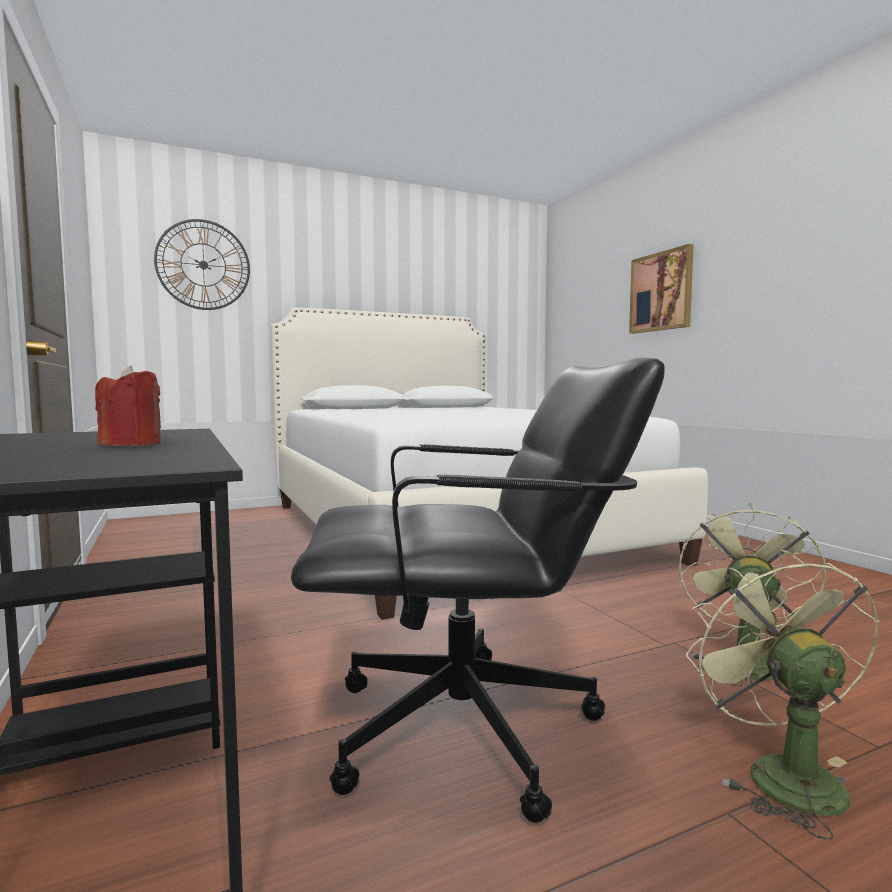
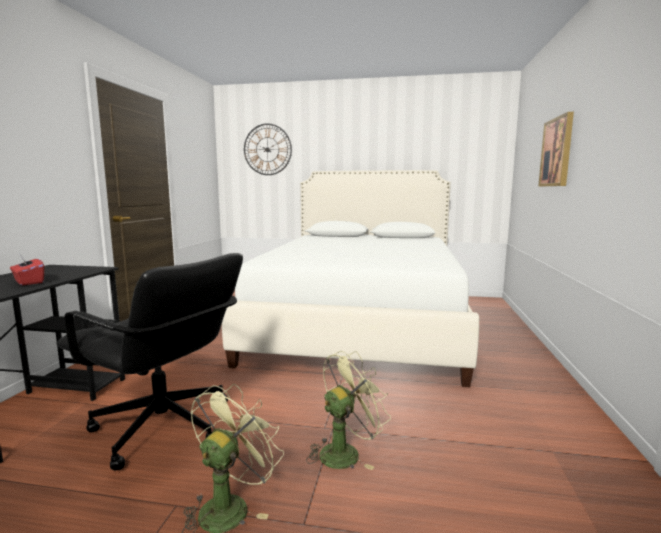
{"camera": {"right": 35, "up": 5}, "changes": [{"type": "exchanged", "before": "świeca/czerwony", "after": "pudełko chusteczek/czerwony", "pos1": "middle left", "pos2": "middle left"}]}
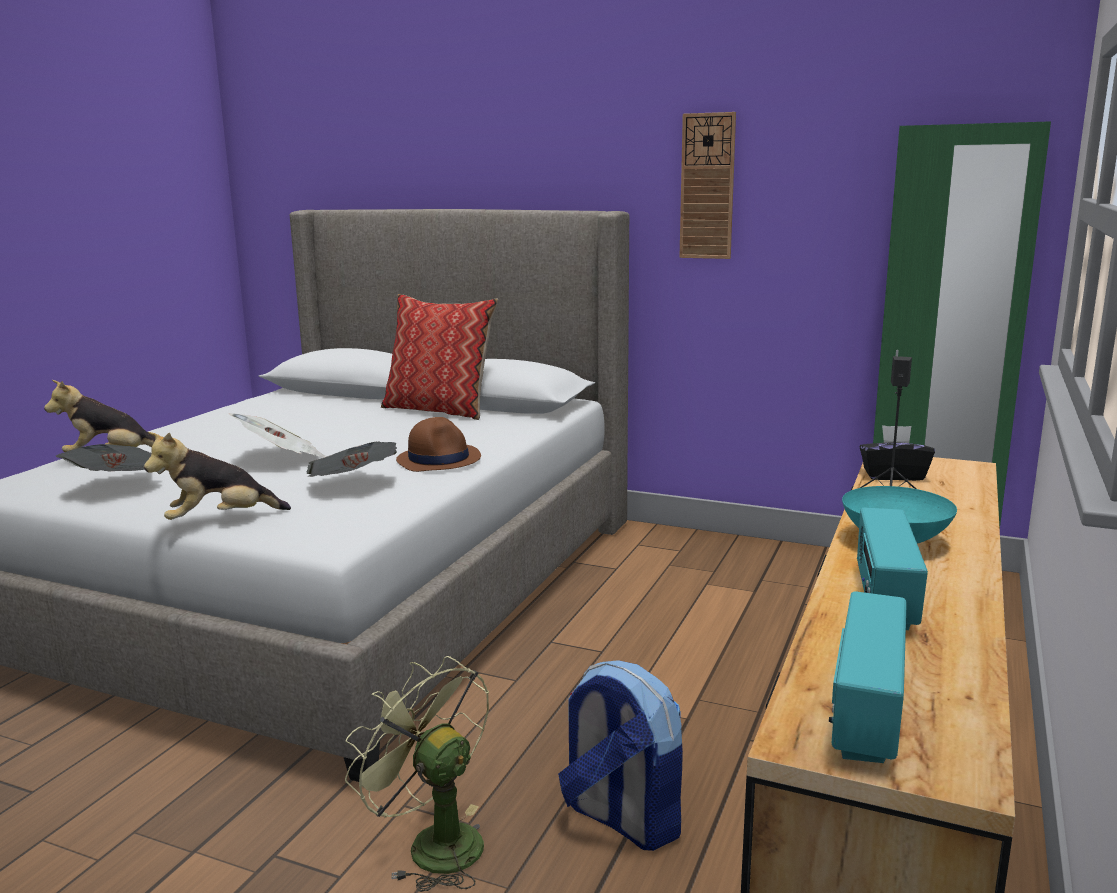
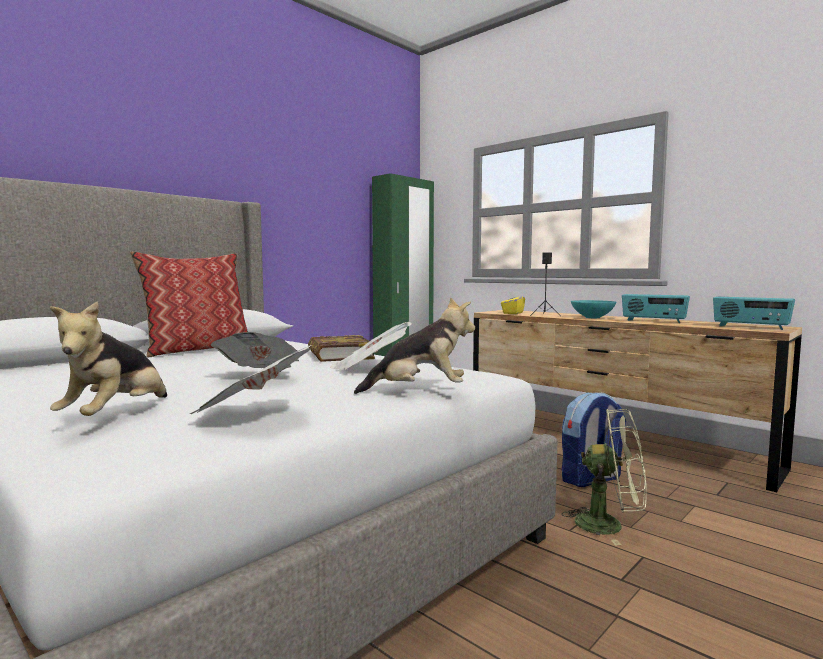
{"camera": {"right": -70, "up": -10}, "changes": [{"type": "exchanged", "before": "kapelusz/brązowy", "after": "książka", "pos1": "centre", "pos2": "centre"}, {"type": "spun", "before": "pluszak (no. 2 from left)", "pos1": "middle left", "pos2": "centre", "turn": -90}, {"type": "colour", "before": "pudełko chusteczek/czarny", "after": "pudełko chusteczek/żółty", "pos1": "middle right", "pos2": "centre"}, {"type": "spun", "before": "wentylator/zielony", "pos1": "bottom centre", "pos2": "bottom right", "turn": -135}, {"type": "missing", "before": "zegar ścienny", "pos1": "top centre"}]}
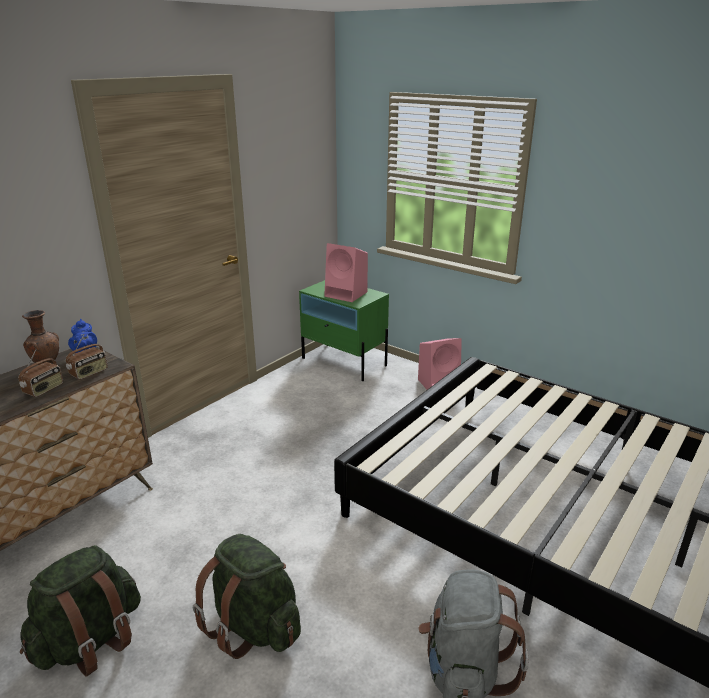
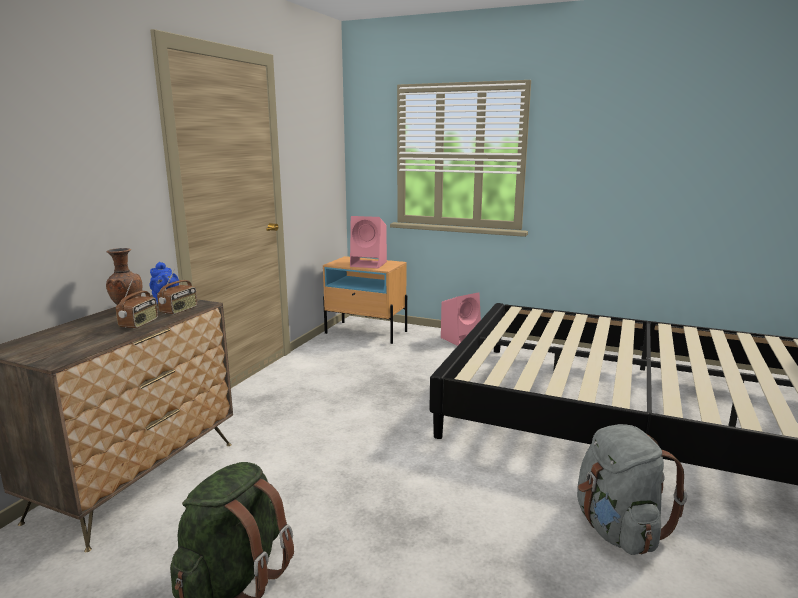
{"camera": {"right": -15, "up": -10}, "changes": [{"type": "colour", "before": "szafka nocna/zielony", "after": "szafka nocna/beżowy", "pos1": "centre", "pos2": "centre"}, {"type": "missing", "before": "plecak/zielony (no. 2 from left)", "pos1": "bottom centre"}]}
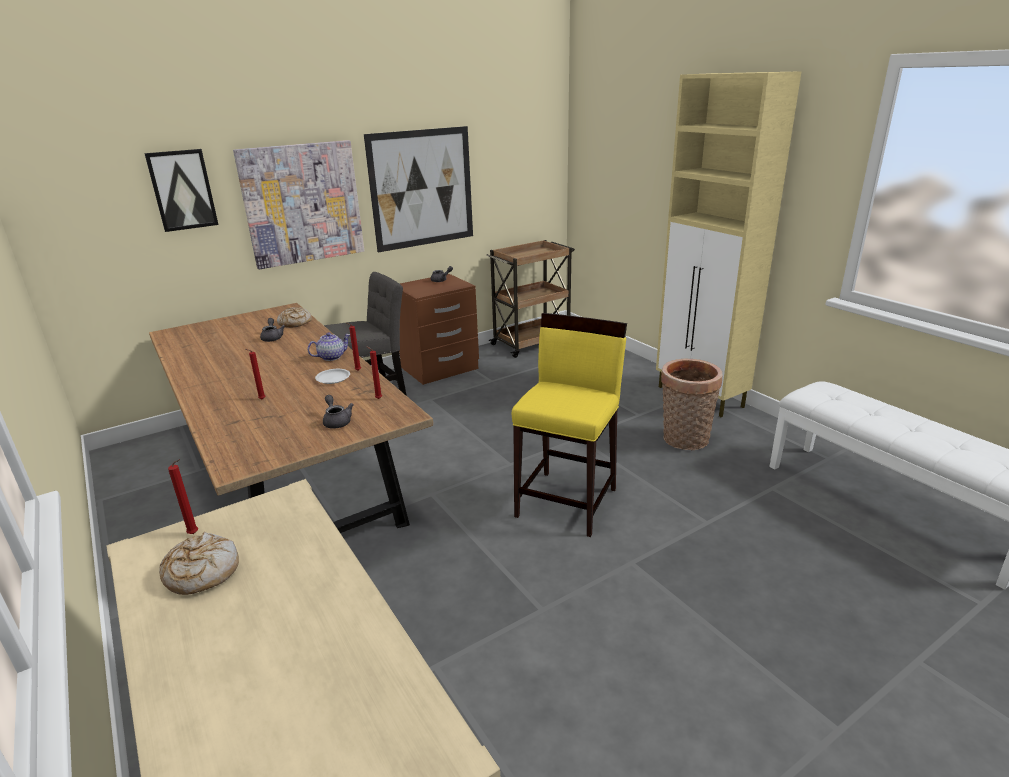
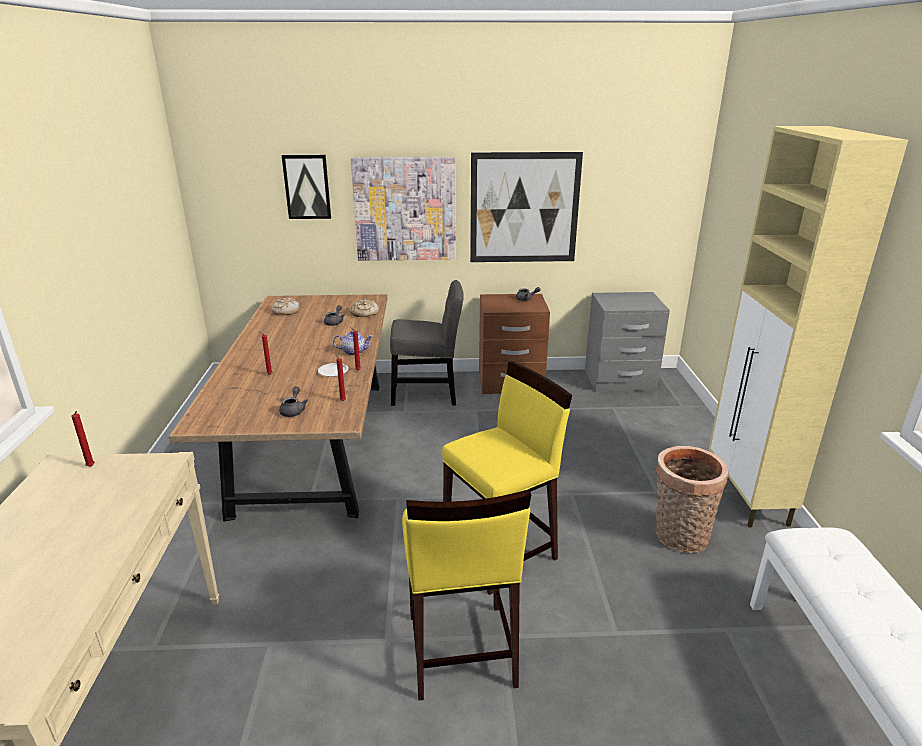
{"camera": {"right": 30, "up": 0}, "changes": [{"type": "relocated", "before": "chleb (no. 1 from left)", "pos1": "bottom left", "pos2": "middle left"}, {"type": "appeared", "after": "stołek/żółty (no. 1 from left)", "pos2": "bottom centre"}, {"type": "exchanged", "before": "wózek/brązowy", "after": "szafka nocna/szary", "pos1": "centre", "pos2": "middle right"}]}
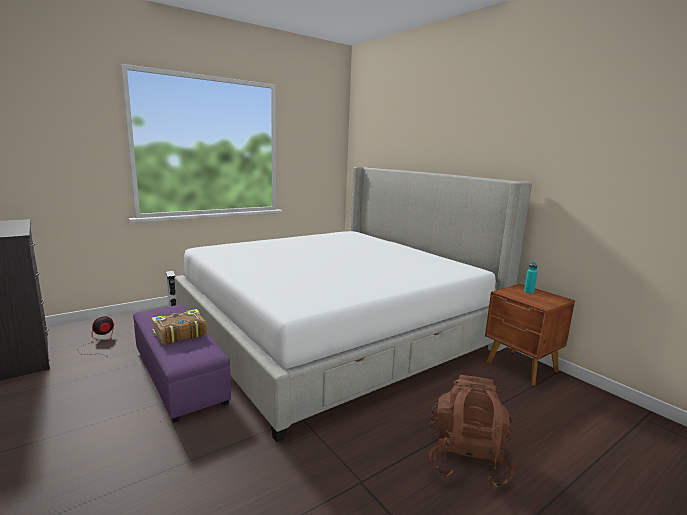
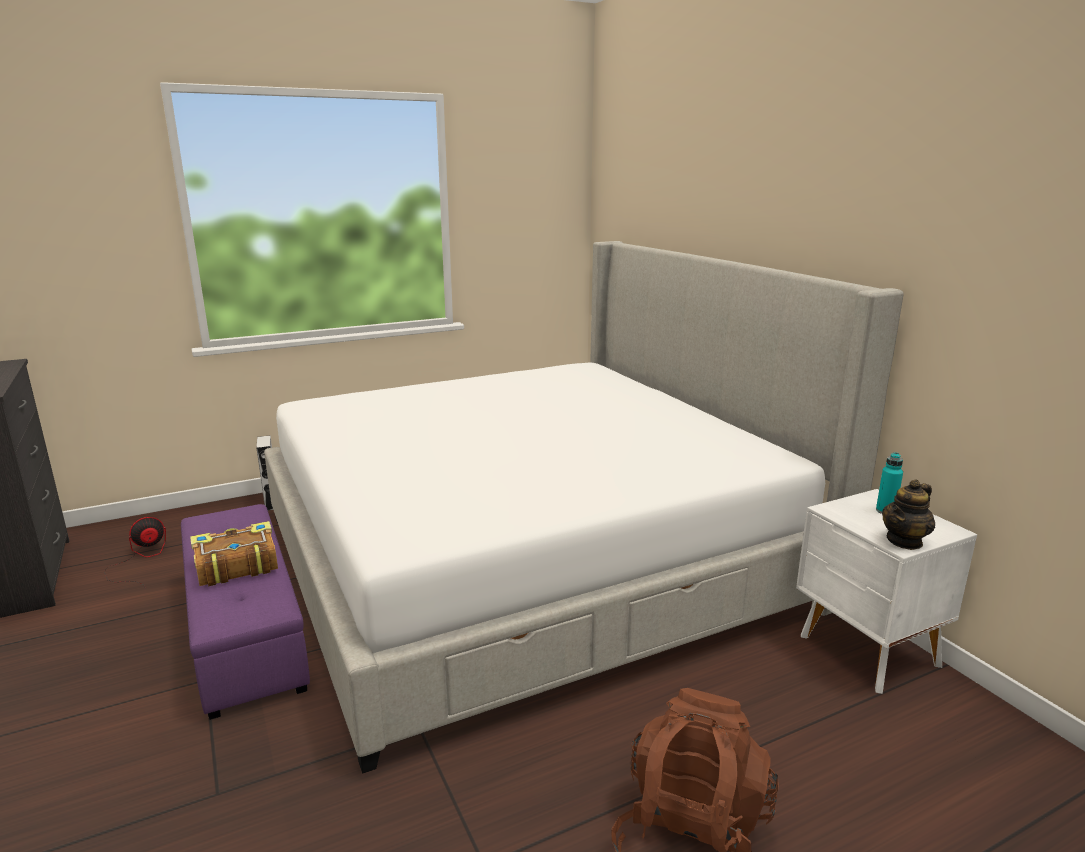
{"camera": {"right": 10, "up": 5}, "changes": [{"type": "colour", "before": "szafka nocna/brązowy", "after": "szafka nocna/biały", "pos1": "middle right", "pos2": "bottom right"}, {"type": "appeared", "after": "imbryk", "pos2": "middle right"}]}
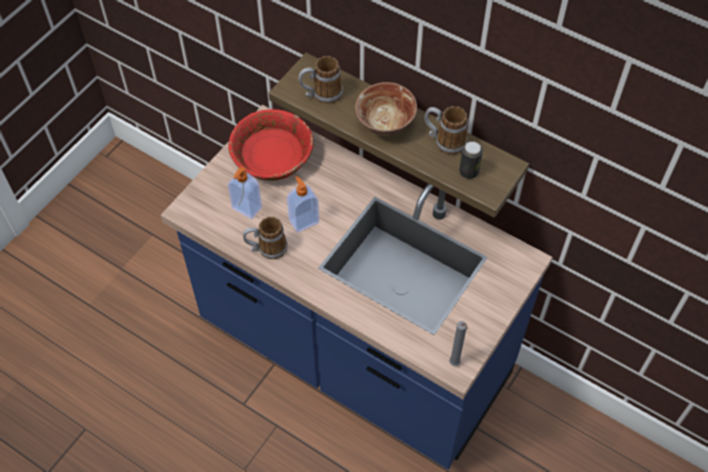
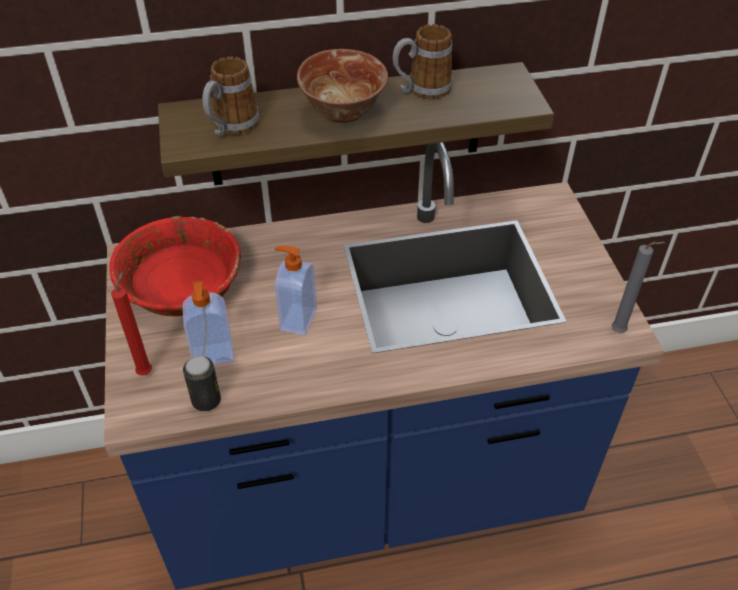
{"camera": {"right": -45, "up": -10}, "changes": [{"type": "appeared", "after": "świeca/czerwony", "pos2": "middle left"}, {"type": "relocated", "before": "puszka", "pos1": "centre", "pos2": "middle left"}, {"type": "missing", "before": "kubek (no. 1 from left)", "pos1": "centre"}]}
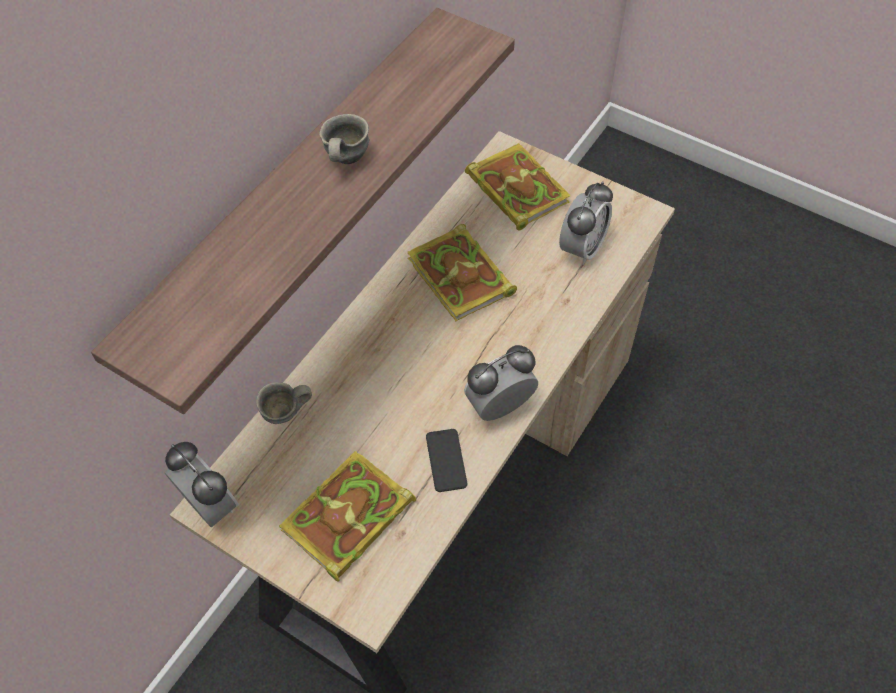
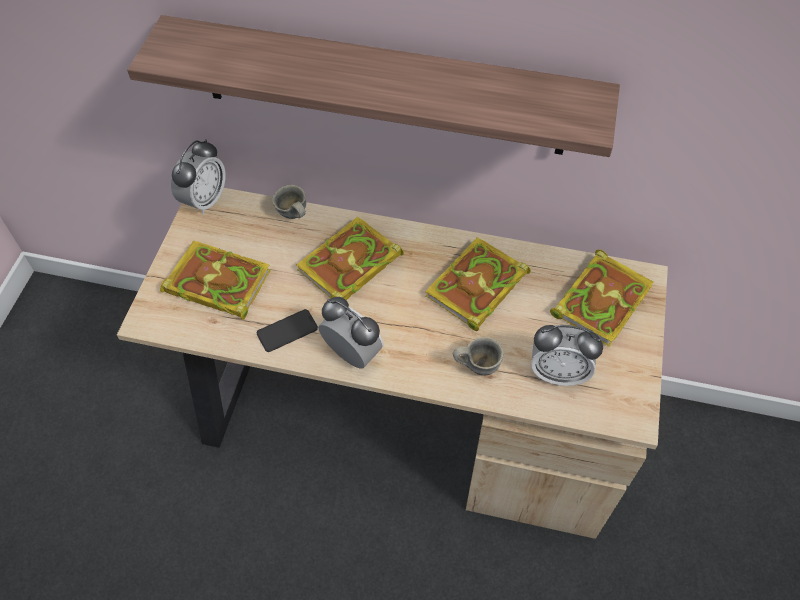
{"camera": {"right": 70, "up": 0}, "changes": [{"type": "appeared", "after": "książka (no. 2 from left)", "pos2": "centre"}, {"type": "relocated", "before": "kubek/szary (no. 2 from left)", "pos1": "top centre", "pos2": "centre"}]}
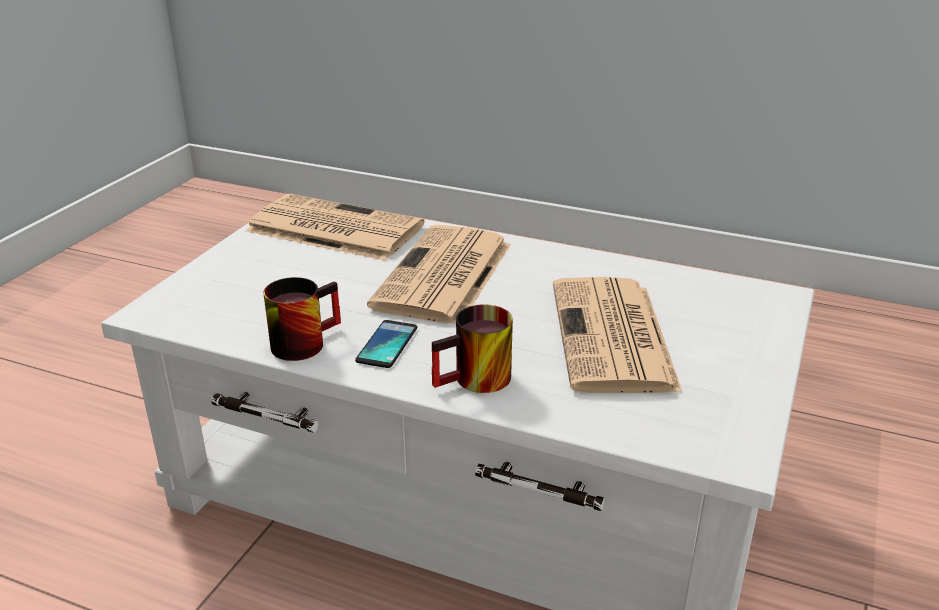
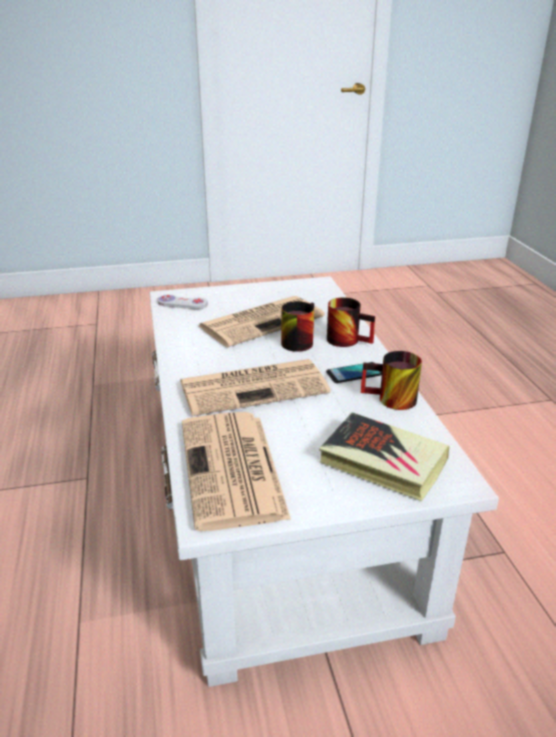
{"camera": {"right": -125, "up": 0}, "changes": [{"type": "appeared", "after": "pad do gier/biały", "pos2": "middle left"}, {"type": "appeared", "after": "kubek (no. 1 from left)", "pos2": "centre"}, {"type": "appeared", "after": "książka", "pos2": "middle right"}]}
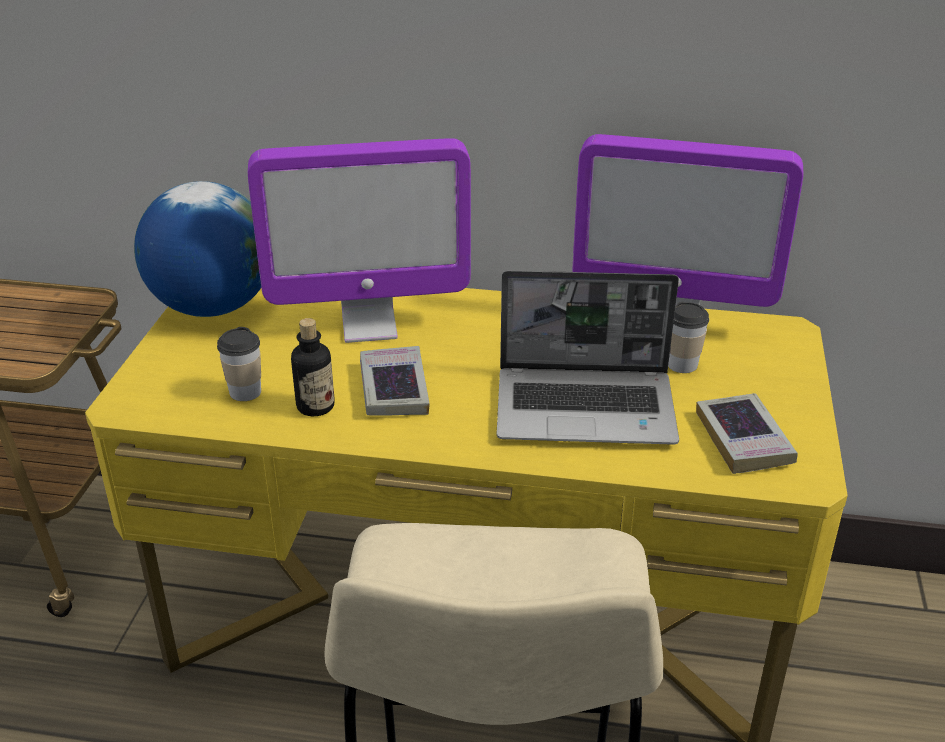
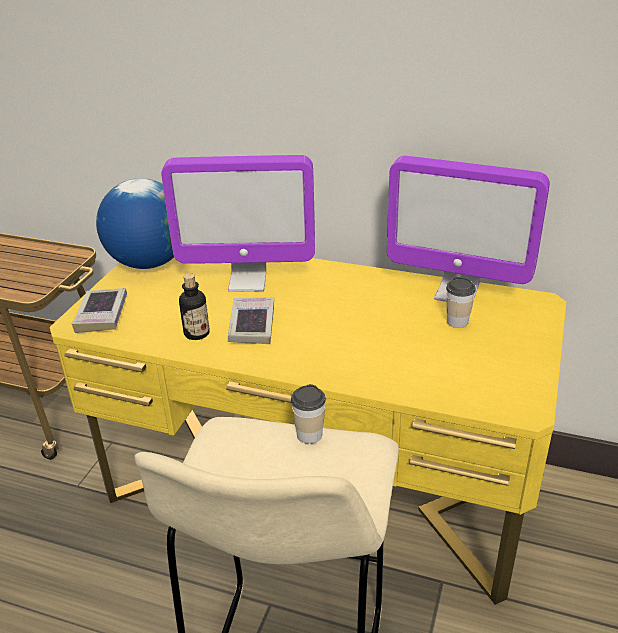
{"camera": {"right": 10, "up": 0}, "changes": [{"type": "relocated", "before": "książka (no. 2 from left in the first image)", "after": "książka (no. 1 from left)", "pos1": "middle right", "pos2": "middle left"}, {"type": "relocated", "before": "filiżanka (no. 1 from left)", "pos1": "middle left", "pos2": "centre"}, {"type": "missing", "before": "laptop", "pos1": "centre"}]}
